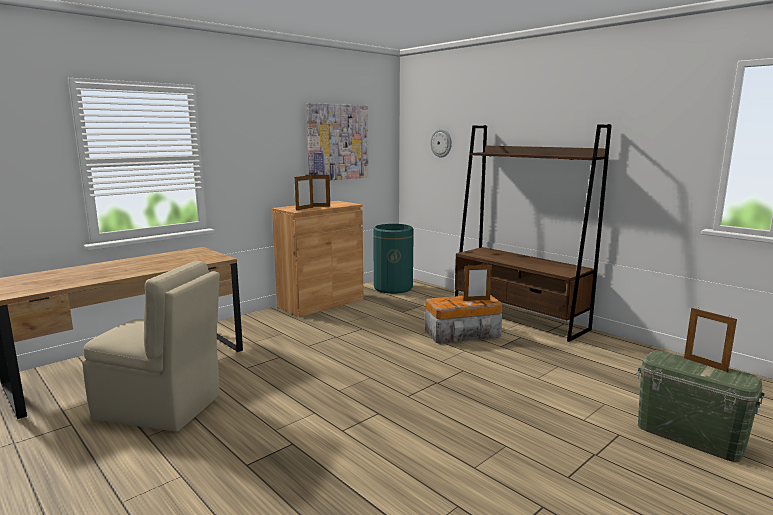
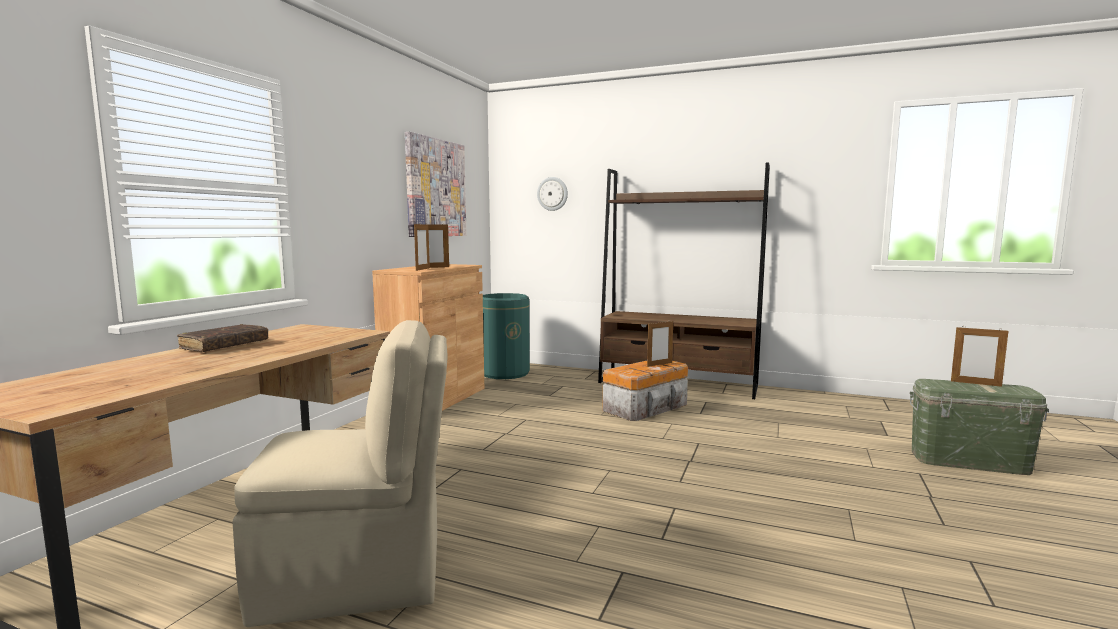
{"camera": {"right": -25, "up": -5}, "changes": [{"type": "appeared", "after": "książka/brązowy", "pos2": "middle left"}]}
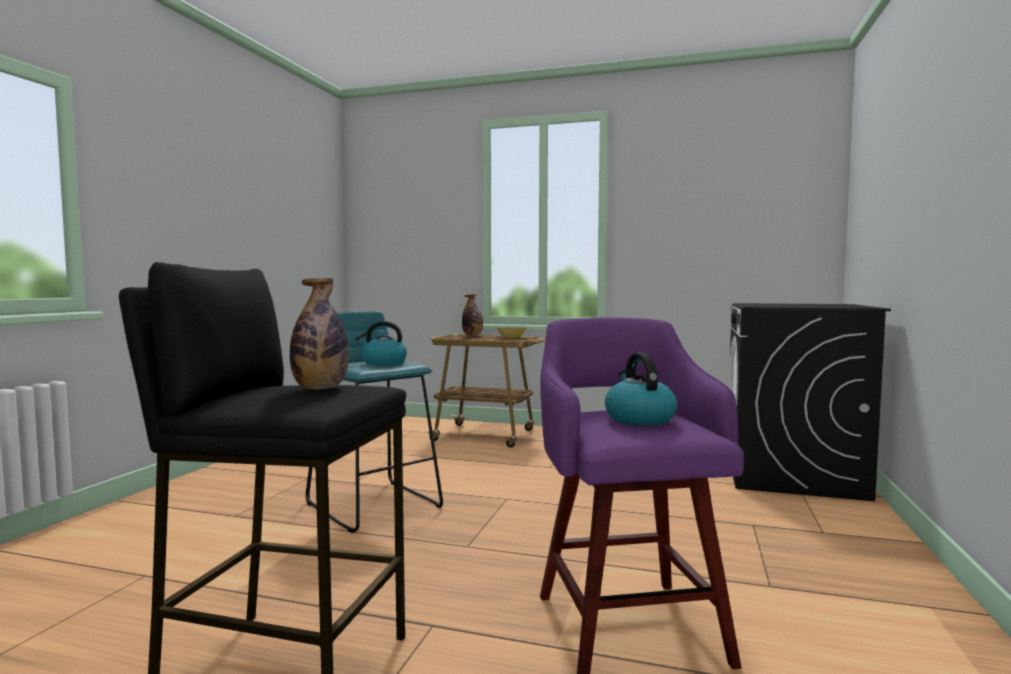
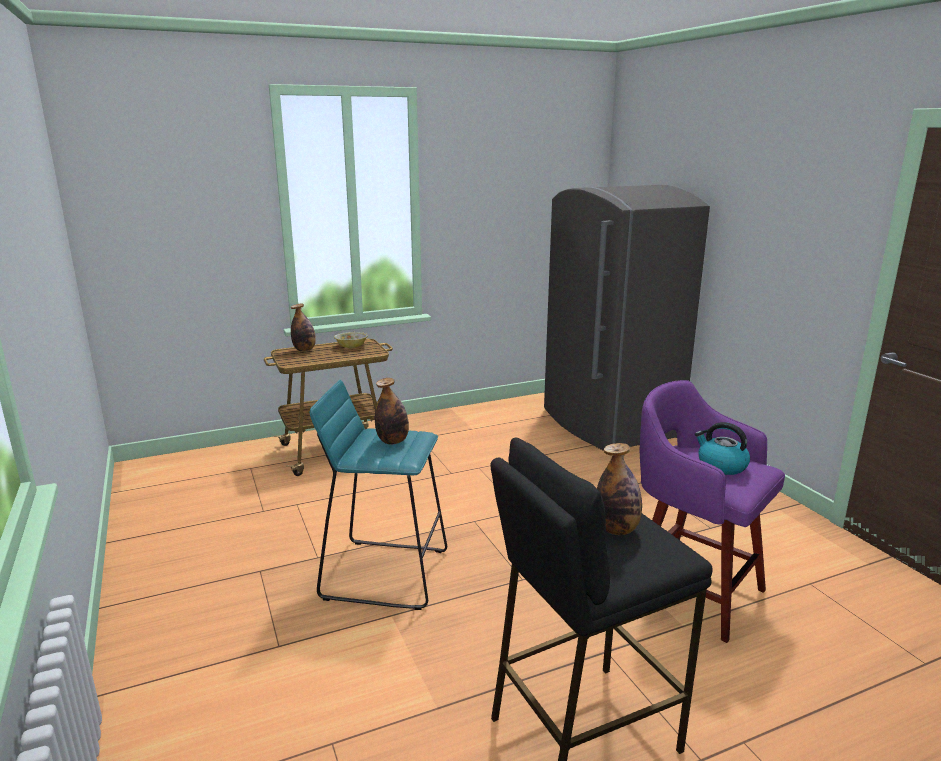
{"camera": {"right": -40, "up": 15}, "changes": [{"type": "exchanged", "before": "czajnik (no. 1 from left)", "after": "butelka (no. 2 from left)", "pos1": "centre", "pos2": "centre"}, {"type": "exchanged", "before": "pralka/czarny", "after": "lodówka/szary", "pos1": "middle right", "pos2": "centre"}]}
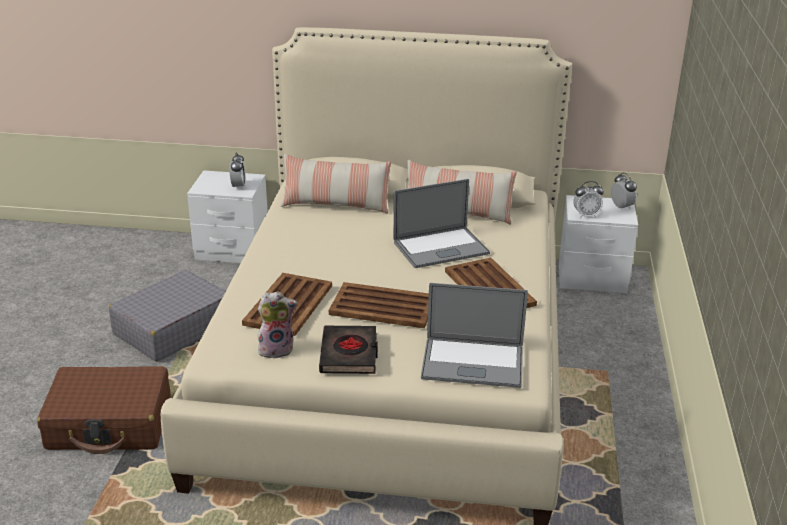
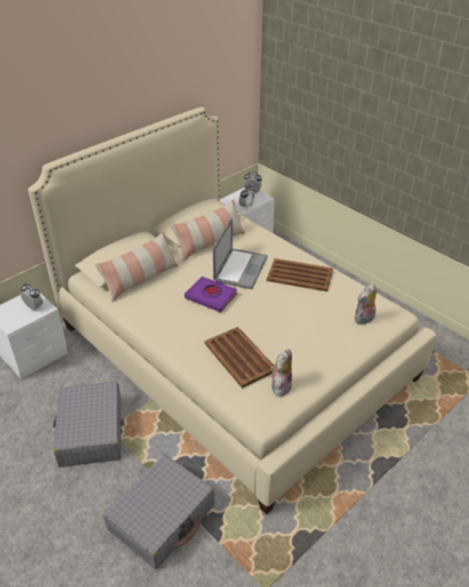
{"camera": {"right": -50, "up": 10}, "changes": [{"type": "colour", "before": "walizka/brązowy", "after": "walizka/szary (no. 2 from left)", "pos1": "bottom left", "pos2": "bottom centre"}, {"type": "appeared", "after": "książka/fioletowy", "pos2": "centre"}, {"type": "exchanged", "before": "laptop (no. 2 from left)", "after": "pluszak (no. 2 from left)", "pos1": "centre", "pos2": "middle right"}, {"type": "missing", "before": "książka/czarny", "pos1": "bottom centre"}, {"type": "missing", "before": "taca/brązowy (no. 2 from left)", "pos1": "centre"}]}
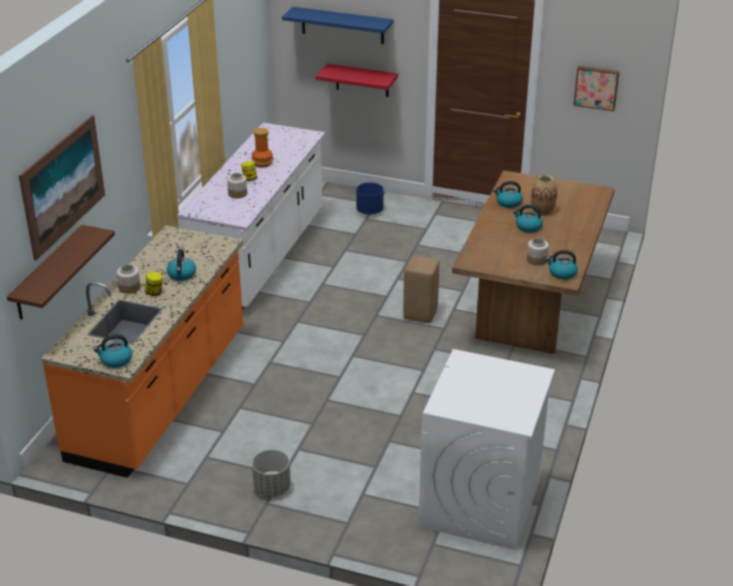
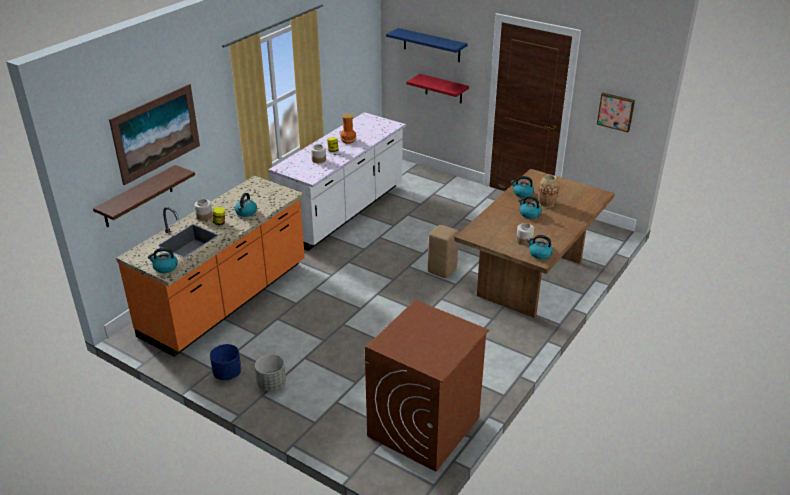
{"camera": {"right": 15, "up": 0}, "changes": [{"type": "relocated", "before": "donica/niebieski", "pos1": "centre", "pos2": "bottom left"}, {"type": "colour", "before": "pralka/biały", "after": "pralka/brązowy", "pos1": "bottom centre", "pos2": "bottom centre"}]}
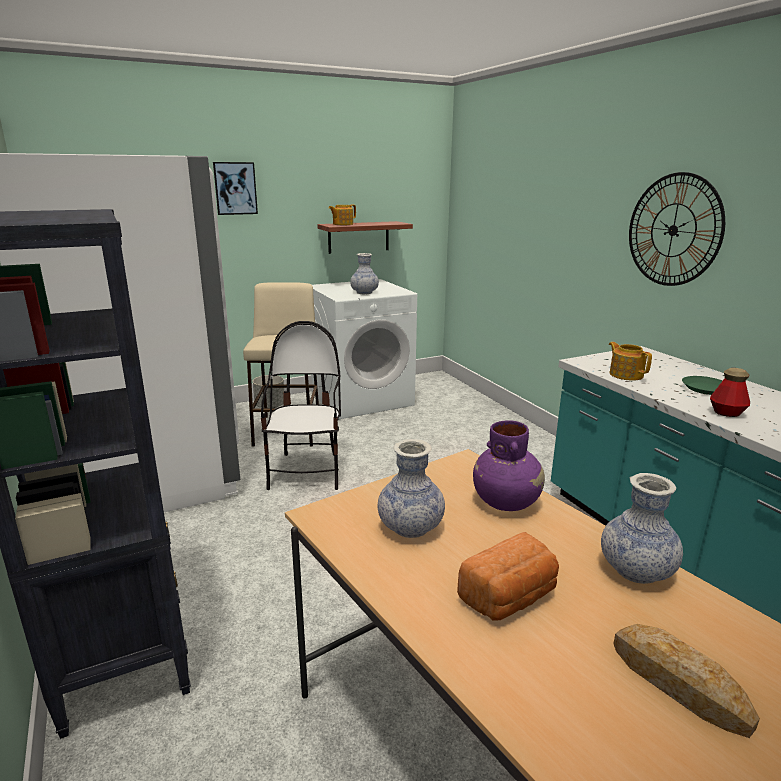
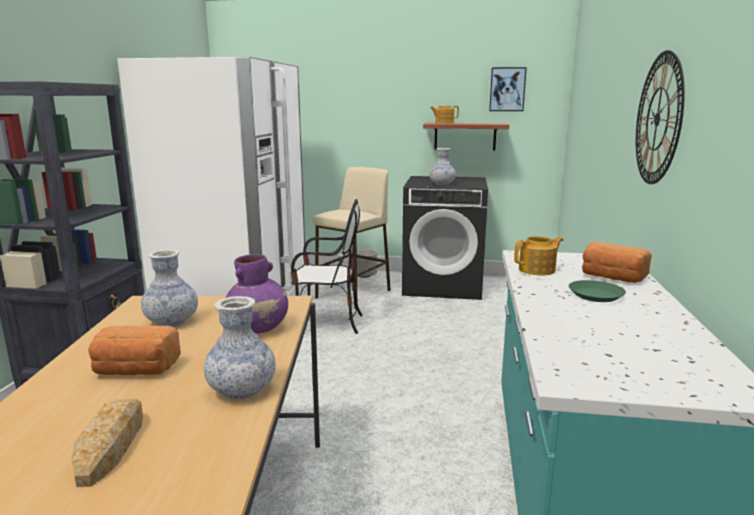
{"camera": {"right": 35, "up": -5}, "changes": [{"type": "spun", "before": "krzesło", "pos1": "centre", "pos2": "centre", "turn": 60}, {"type": "colour", "before": "pralka/biały", "after": "pralka/czarny", "pos1": "centre", "pos2": "centre"}, {"type": "relocated", "before": "obraz", "pos1": "top left", "pos2": "top right"}, {"type": "spun", "before": "imbryk (no. 2 from left)", "pos1": "middle right", "pos2": "middle right", "turn": 60}, {"type": "appeared", "after": "chleb (no. 3 from left)", "pos2": "middle right"}, {"type": "missing", "before": "butelka", "pos1": "middle right"}]}
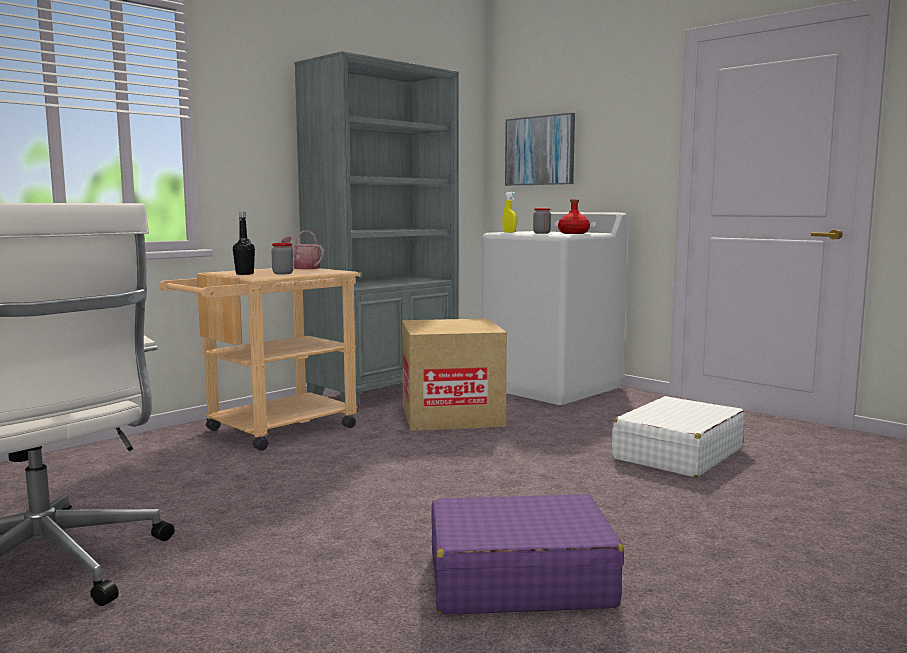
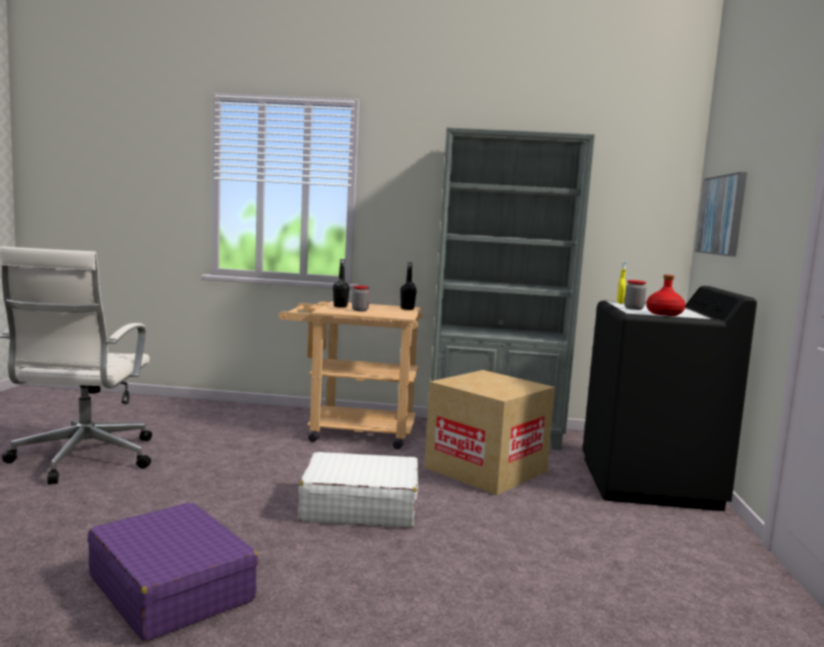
{"camera": {"right": 50, "up": 0}, "changes": [{"type": "relocated", "before": "walizka/biały", "pos1": "bottom right", "pos2": "bottom centre"}, {"type": "exchanged", "before": "konewka", "after": "butelka/czarny (no. 2 from left)", "pos1": "centre", "pos2": "centre"}, {"type": "colour", "before": "pralka/biały", "after": "pralka/czarny", "pos1": "centre", "pos2": "middle right"}]}
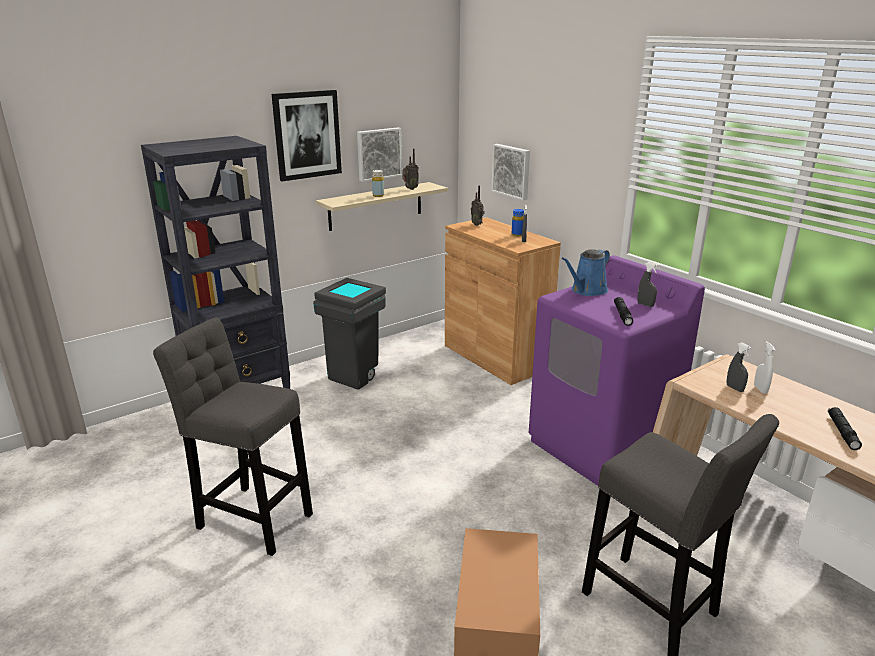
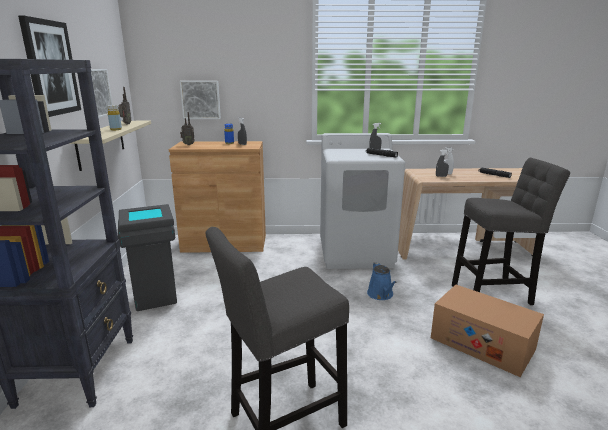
{"camera": {"right": -55, "up": -5}, "changes": [{"type": "colour", "before": "pralka/fioletowy", "after": "pralka/biały", "pos1": "middle right", "pos2": "centre"}, {"type": "relocated", "before": "konewka/niebieski", "pos1": "middle right", "pos2": "centre"}]}
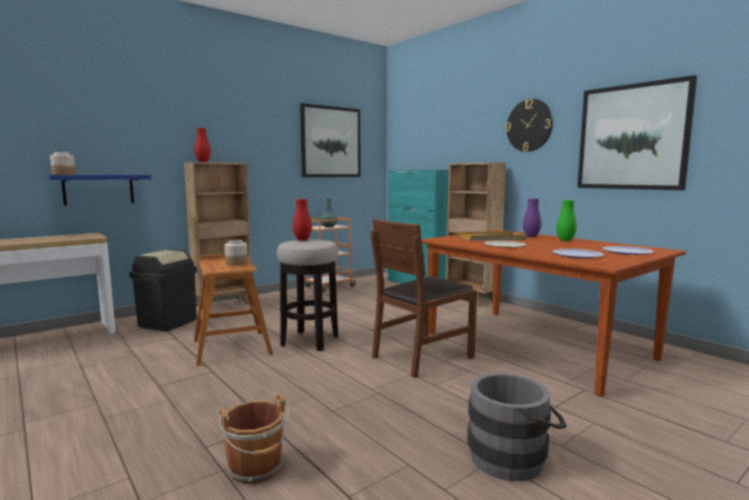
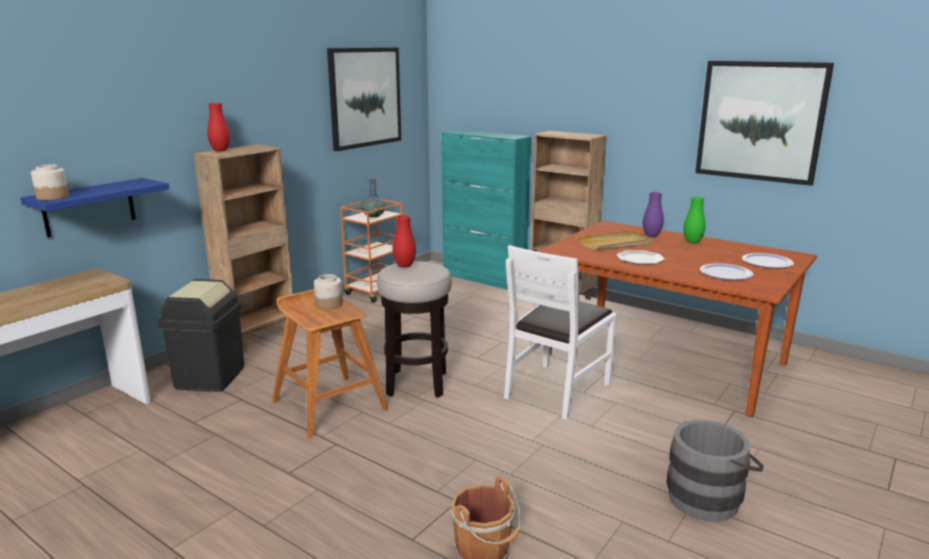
{"camera": {"right": -15, "up": 10}, "changes": [{"type": "colour", "before": "krzesło/brązowy", "after": "krzesło/biały", "pos1": "centre", "pos2": "centre"}, {"type": "missing", "before": "zegar ścienny", "pos1": "top right"}]}
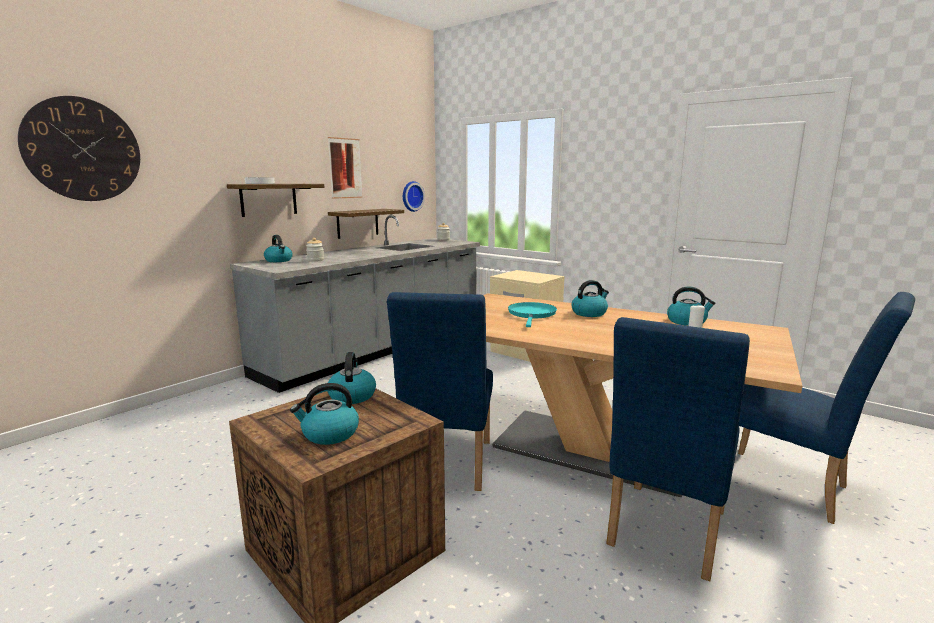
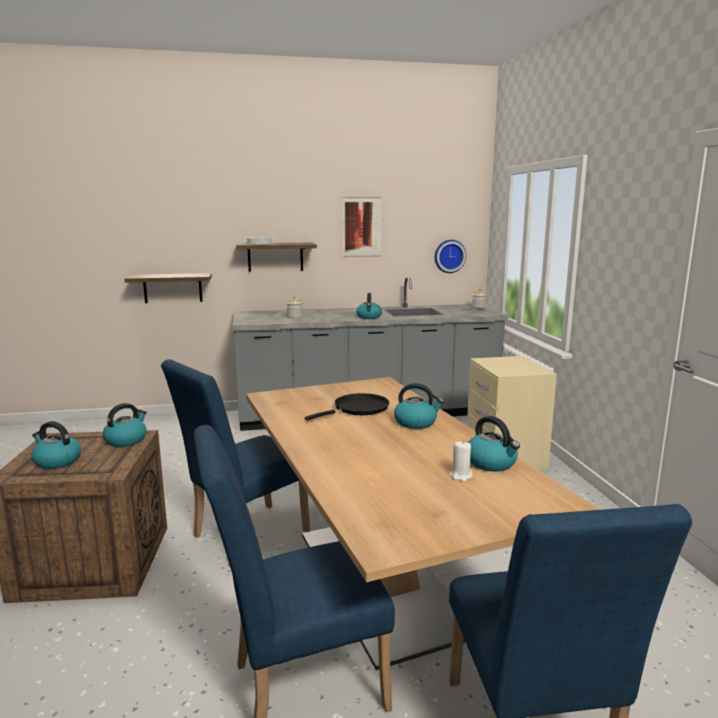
{"camera": {"right": 40, "up": 0}, "changes": [{"type": "relocated", "before": "półka (no. 2 from left in the first image)", "after": "półka (no. 1 from left)", "pos1": "centre", "pos2": "middle left"}, {"type": "colour", "before": "patelnia/turkusowy", "after": "patelnia/czarny", "pos1": "centre", "pos2": "centre"}, {"type": "relocated", "before": "czajnik (no. 1 from left in the first image)", "after": "czajnik (no. 3 from left)", "pos1": "middle left", "pos2": "centre"}, {"type": "missing", "before": "zegar ścienny (no. 1 from left)", "pos1": "top left"}]}
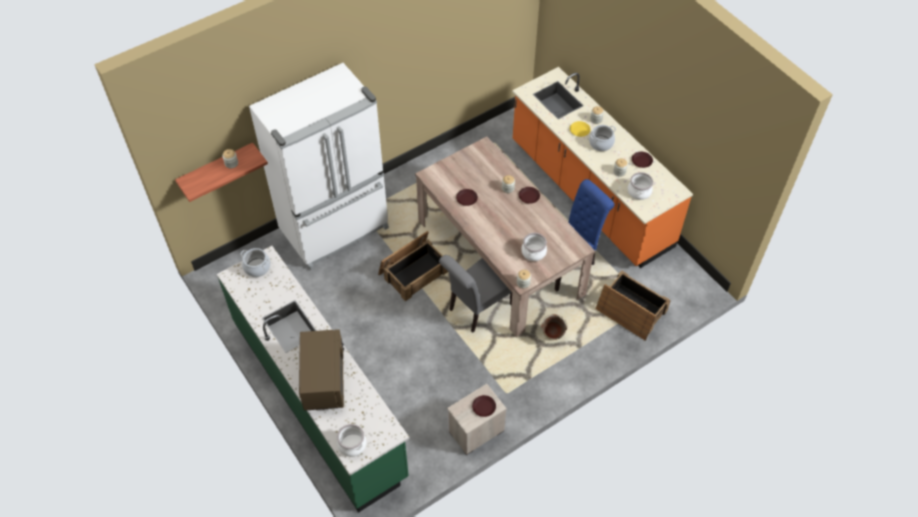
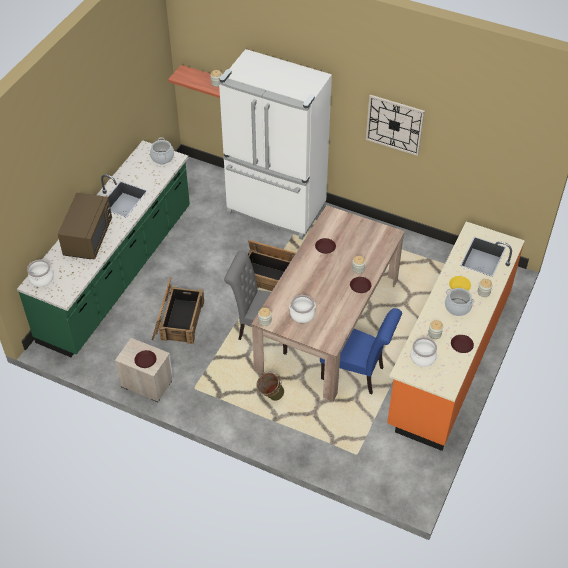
{"camera": {"right": 60, "up": -5}, "changes": [{"type": "spun", "before": "mikrofalówka/brązowy", "pos1": "bottom centre", "pos2": "middle left", "turn": -45}, {"type": "relocated", "before": "skrzynka (no. 2 from left in the first image)", "after": "skrzynka (no. 1 from left)", "pos1": "middle right", "pos2": "middle left"}, {"type": "appeared", "after": "zegar ścienny", "pos2": "top right"}]}
